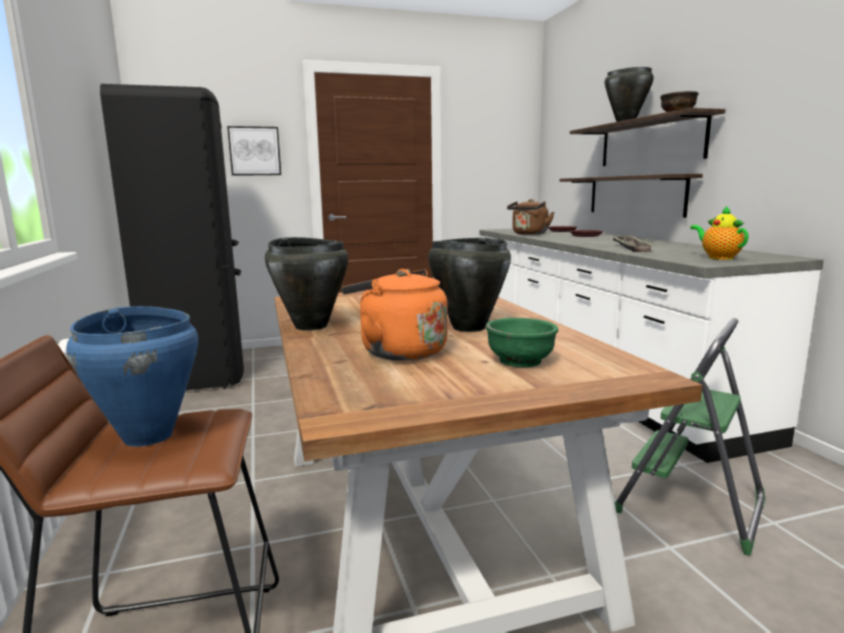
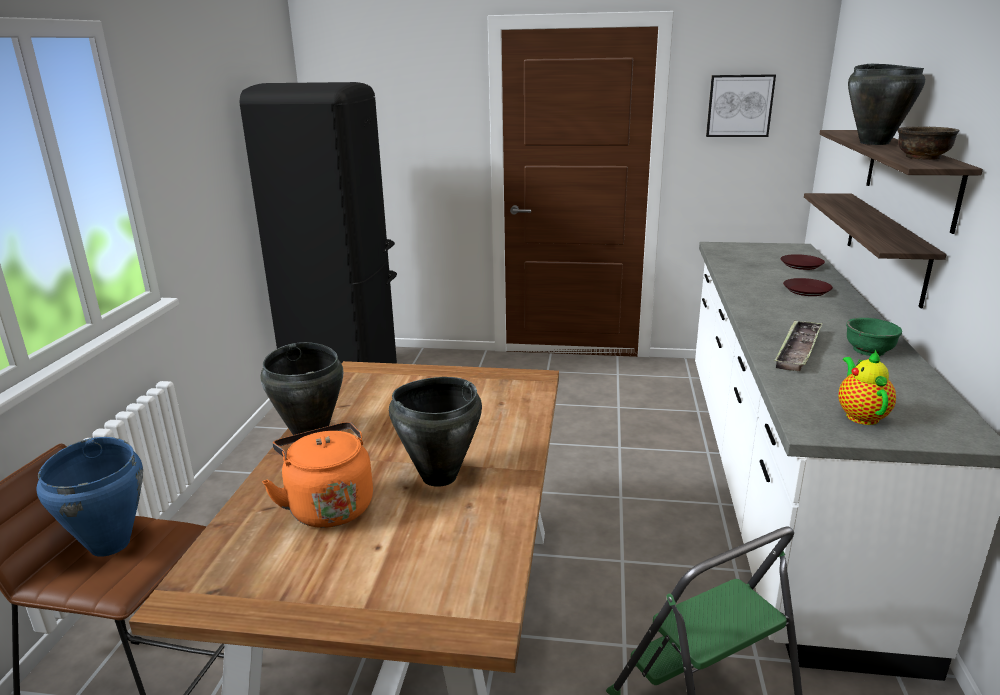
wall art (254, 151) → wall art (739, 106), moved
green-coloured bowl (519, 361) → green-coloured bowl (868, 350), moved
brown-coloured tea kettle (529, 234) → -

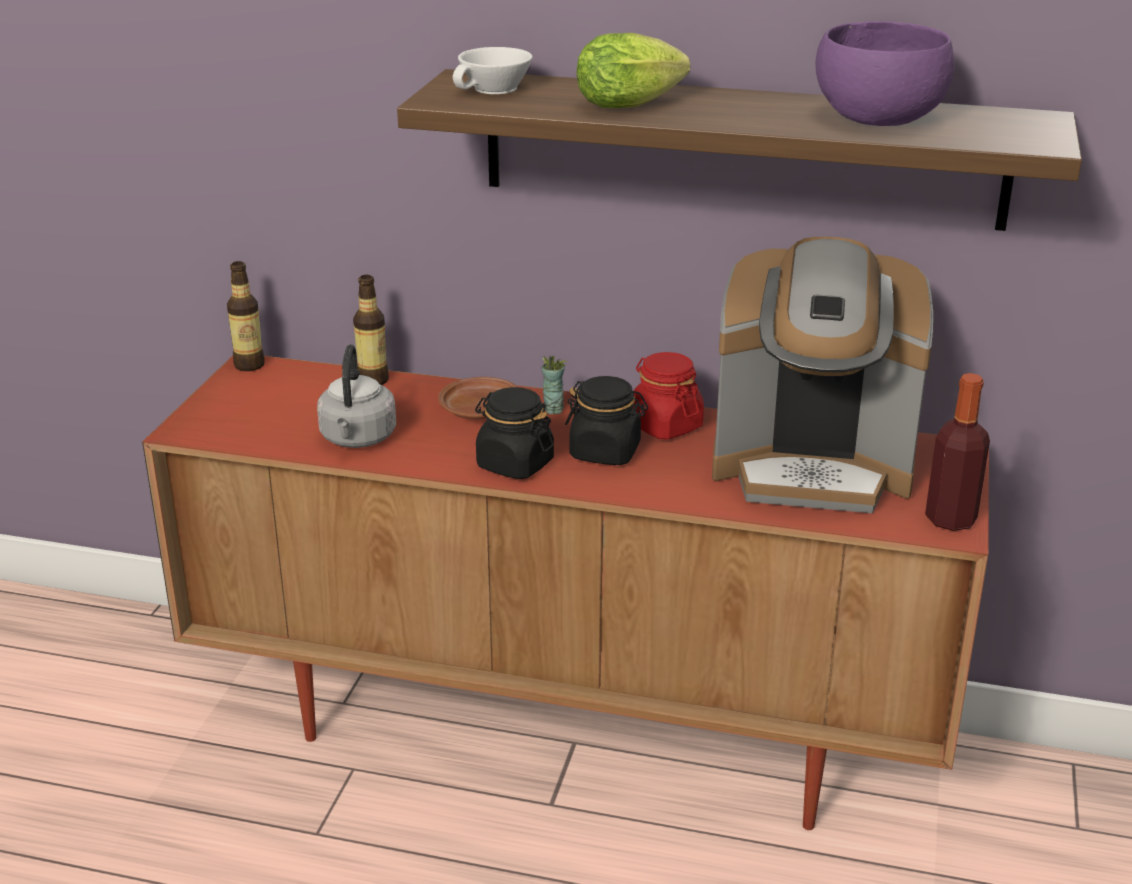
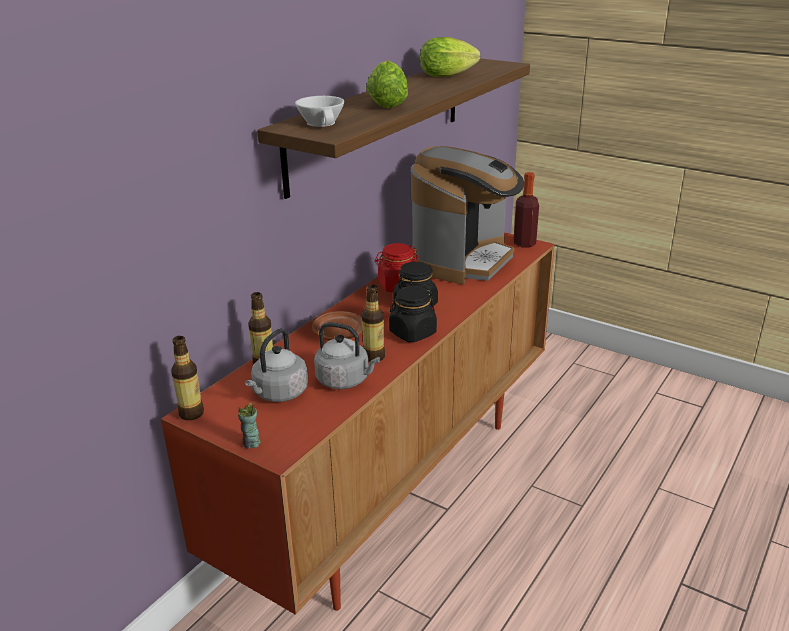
drinking cup (553, 409) → drinking cup (251, 443), moved
- → greyish tea kettle (279, 394)
- → bottle (374, 356)
purplish bowl (879, 117) → head of lettuce (450, 76)

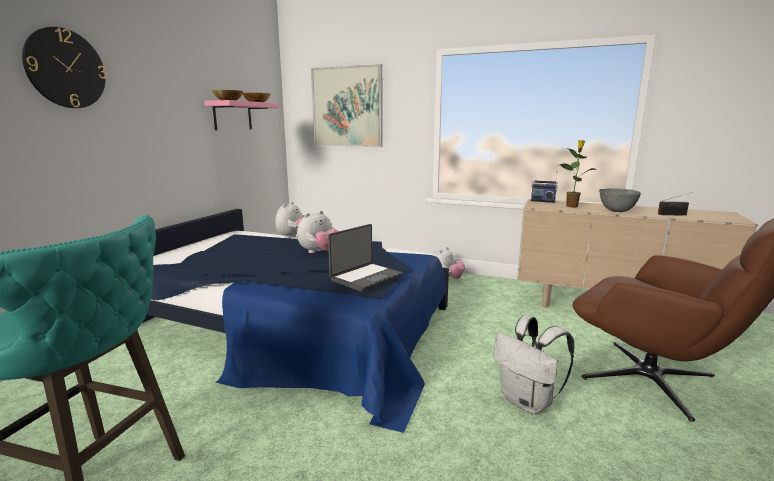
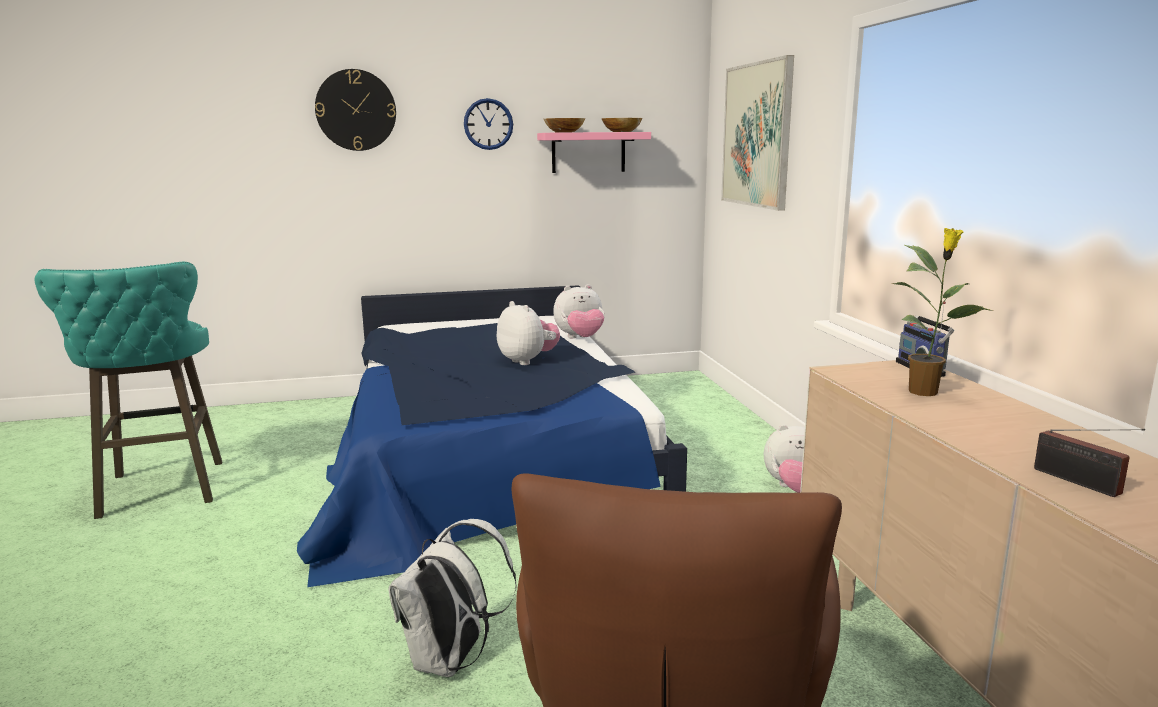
- → hanging clock (488, 124)
soft toy (319, 252) → soft toy (528, 361), 135 degrees counterclockwise
laptop (365, 278) → -
greyish bowl (617, 211) → -

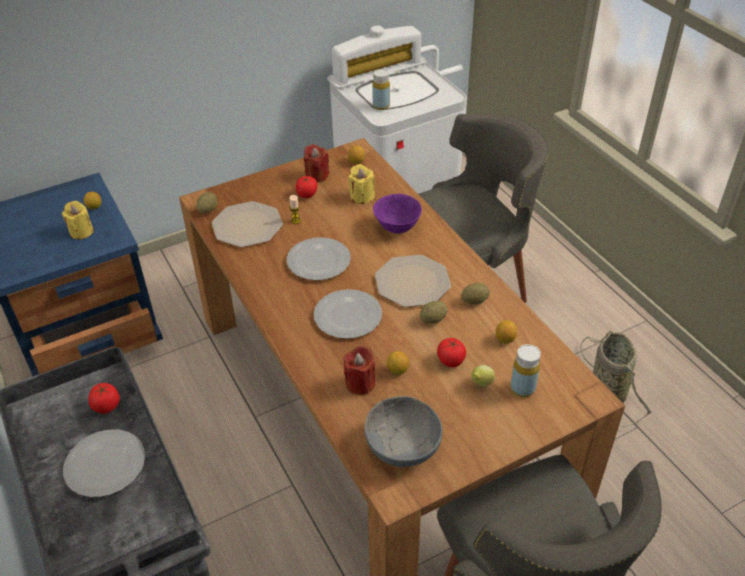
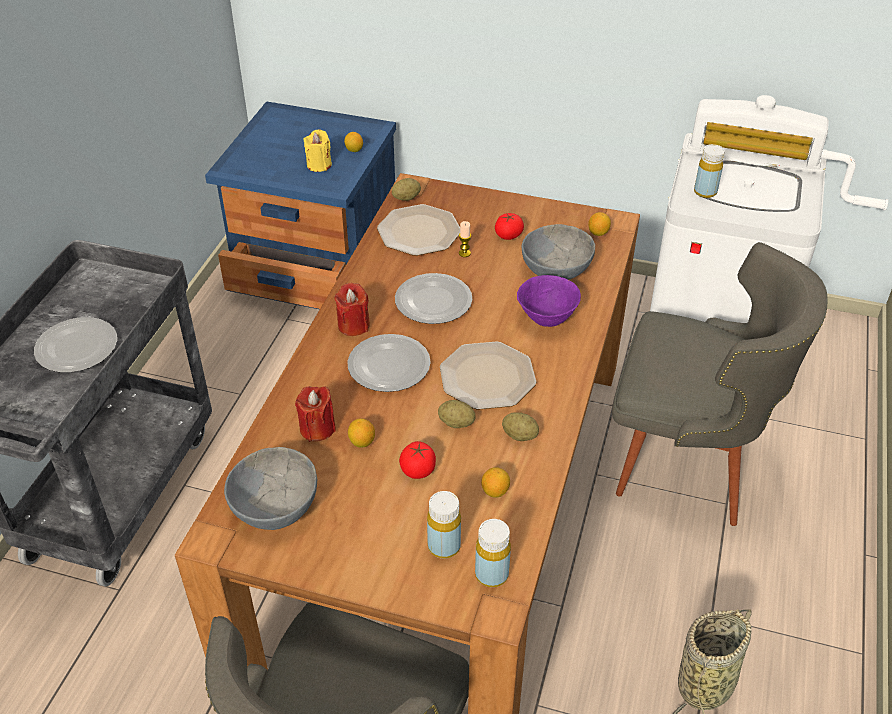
reddish candle (317, 175) → reddish candle (353, 325), moved
- → yellowish bottle (491, 574)
yellowish candle (361, 197) → greyish bowl (555, 269)
tomato (107, 406) → -
citrus fruit (481, 384) → -

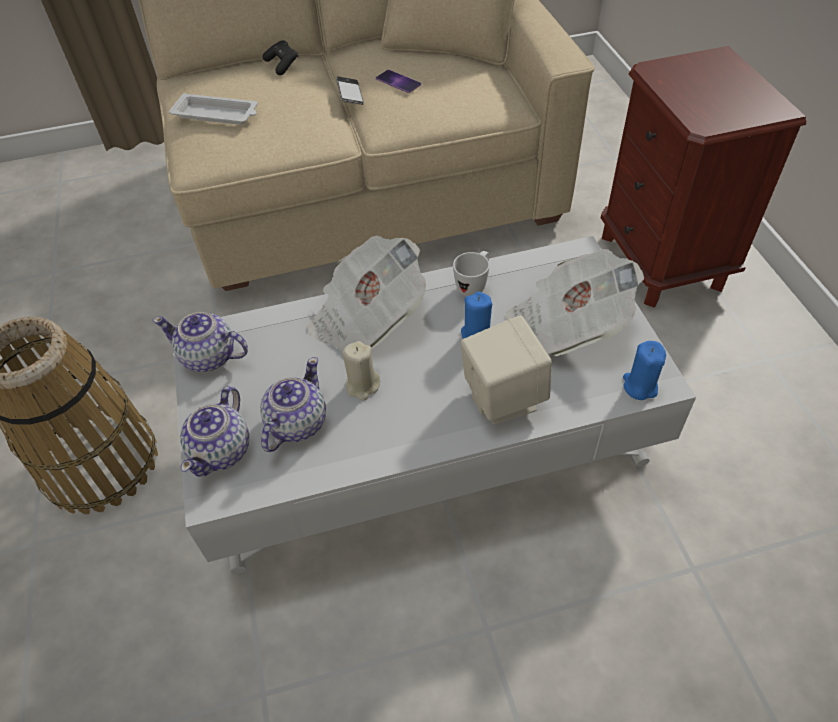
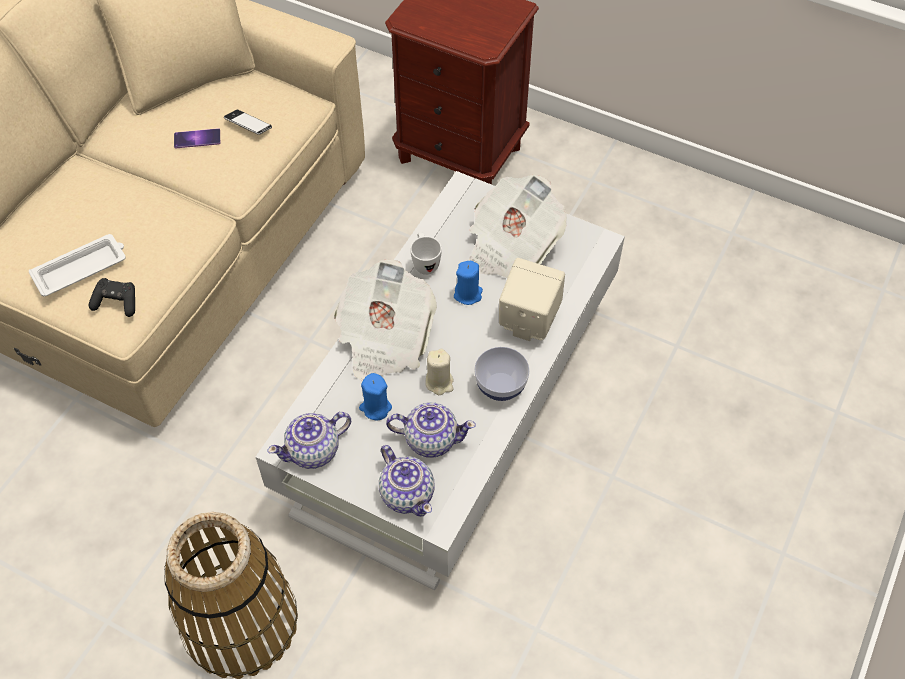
blackish gamepad (282, 65) → blackish gamepad (117, 302), moved
phone (350, 94) → phone (248, 125), moved
blue-coloured candle (639, 386) → blue-coloured candle (375, 407), moved
pot for tea (296, 423) → pot for tea (430, 439), 120 degrees clockwise
- → bowl (500, 386)

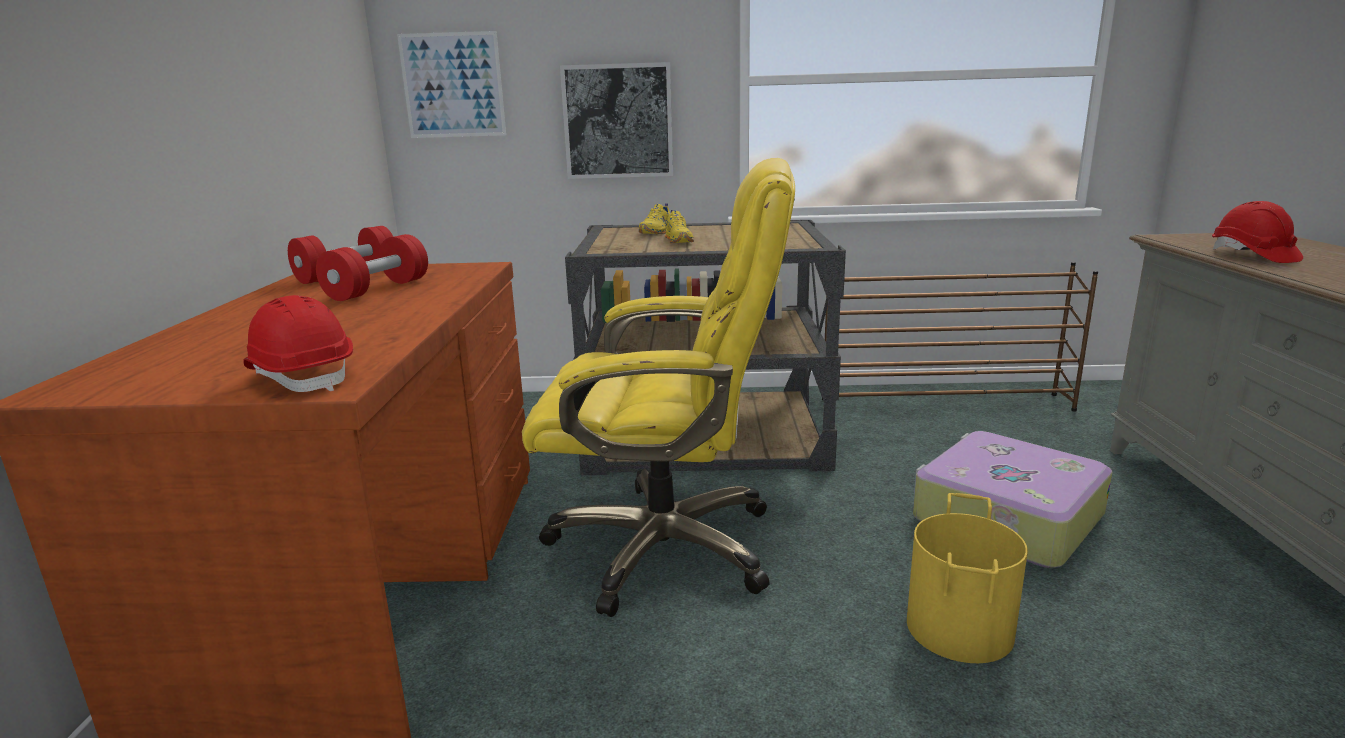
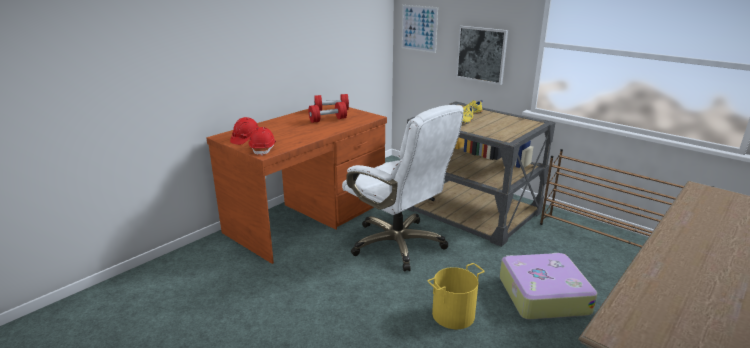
reddish safety helmet (1252, 256) → reddish safety helmet (245, 139), moved
yellowish computer chair (663, 546) → white-coloured computer chair (397, 243)

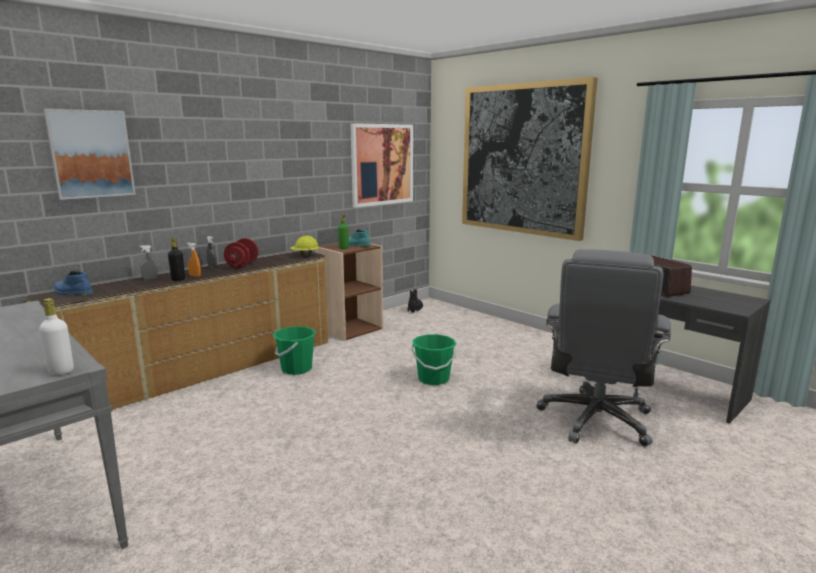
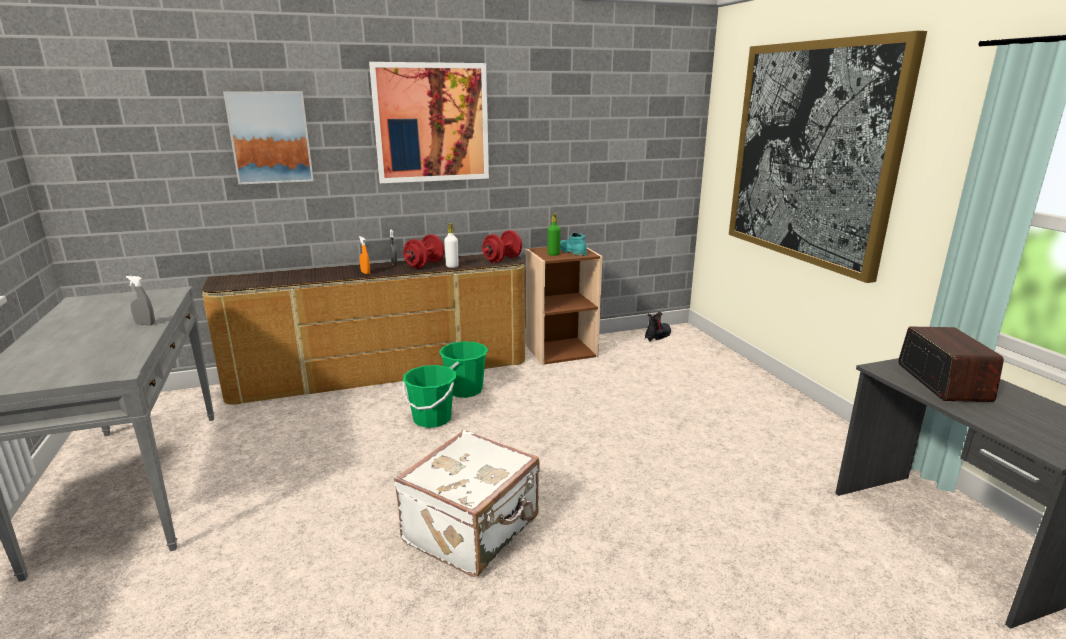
greyish spray bottle (150, 279) → greyish spray bottle (145, 324), moved
wall art (382, 164) → wall art (431, 123), moved
- → white-coloured travel case (473, 530)
green-coloured bucket (433, 379) → green-coloured bucket (432, 419), moved
white-coloured bottle (61, 371) → white-coloured bottle (452, 266), moved
yellowish safety helmet (305, 255) → reddish dumbbell (502, 259)
blue-coloured tall boot (72, 293) → -
blackish bottle (178, 279) → -
greyish computer chair (596, 419) → -

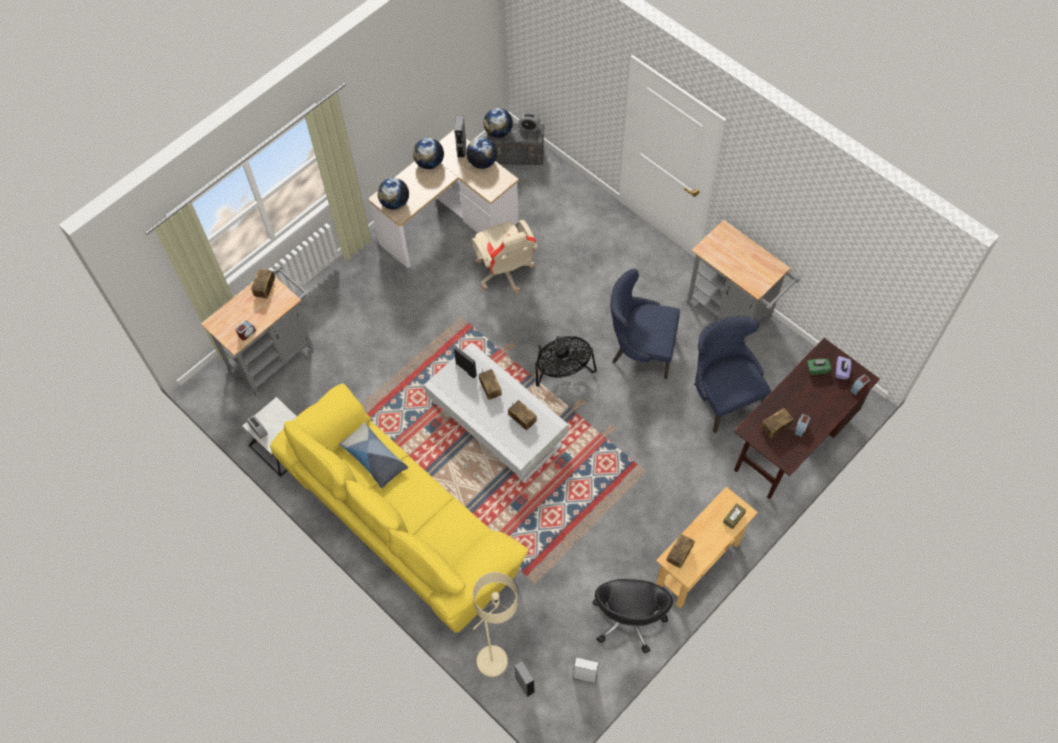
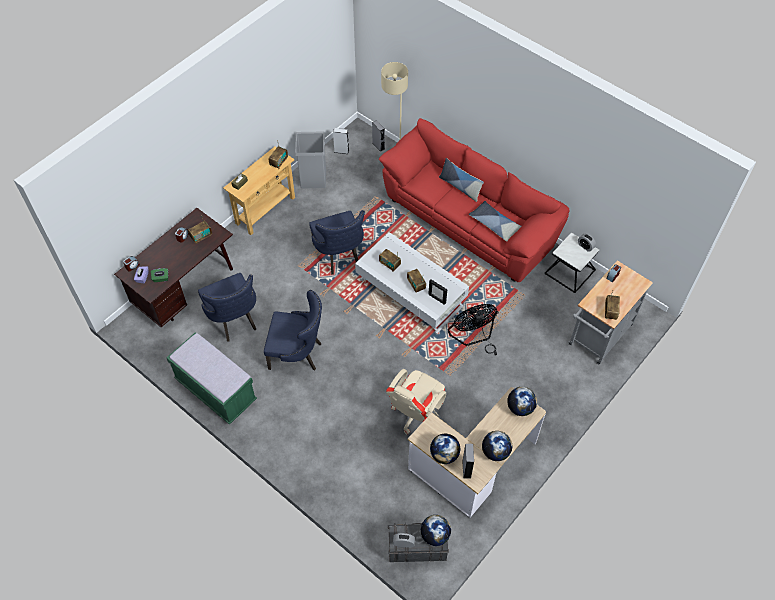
greyish trolley (733, 311) → green-coloured indoor bench (216, 390)
blackish computer chair (628, 622) → greyish trash can (313, 178)
- → blue-coloured plain chair (339, 255)
yellowish couch (404, 527) → reddish couch (468, 223)
beige-coloured computer chair (505, 275) → beige-coloured computer chair (415, 416), 120 degrees counterclockwise
- → pillow (460, 187)
blackish cooling fan (560, 369) → blackish cooling fan (476, 336), moved

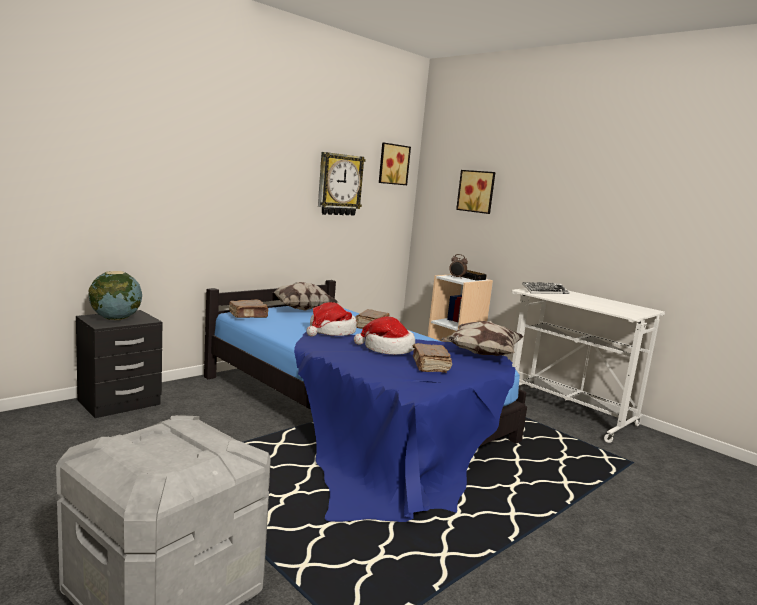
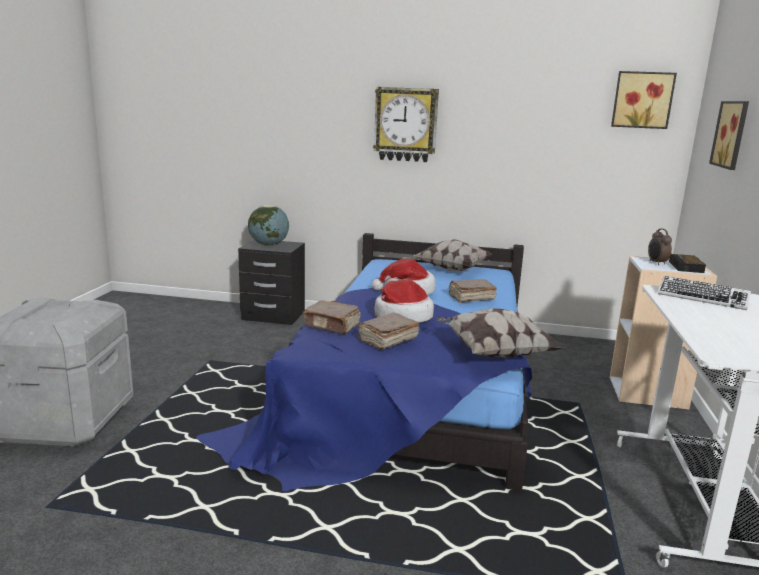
brown-coloured book (248, 316) → brown-coloured book (332, 326), moved
hanging clock (339, 184) → hanging clock (405, 124), moved

